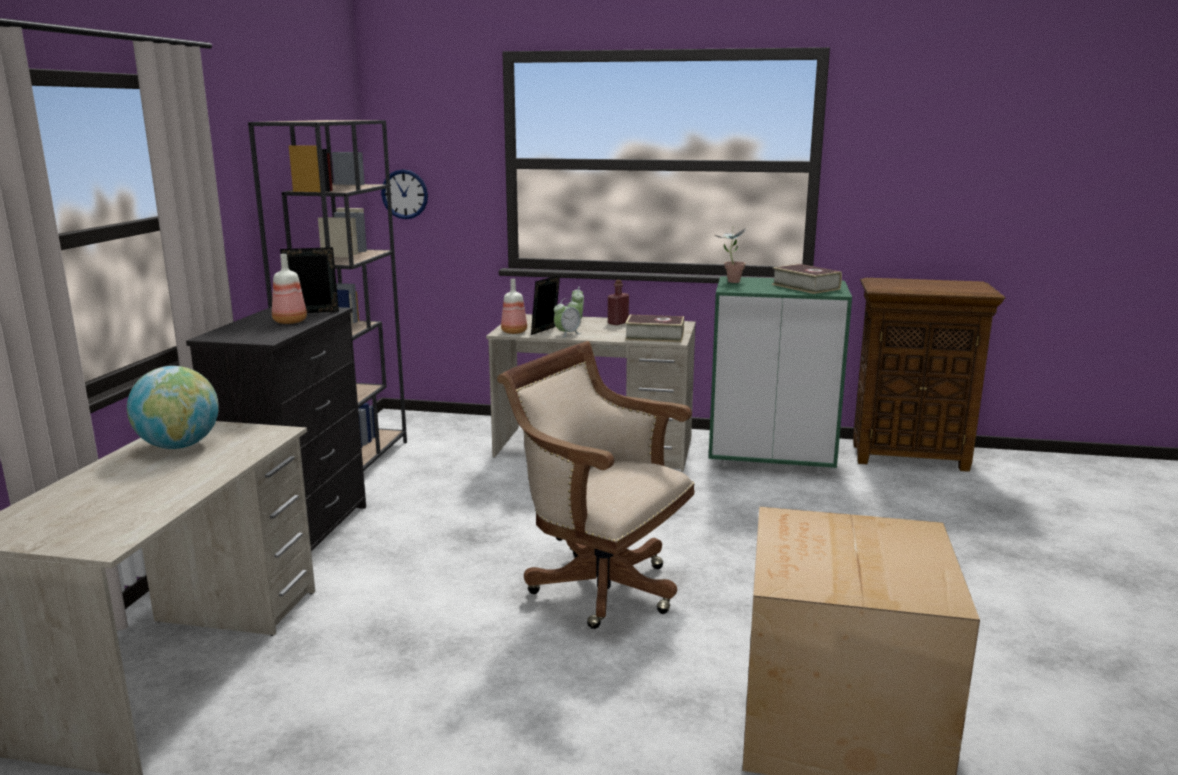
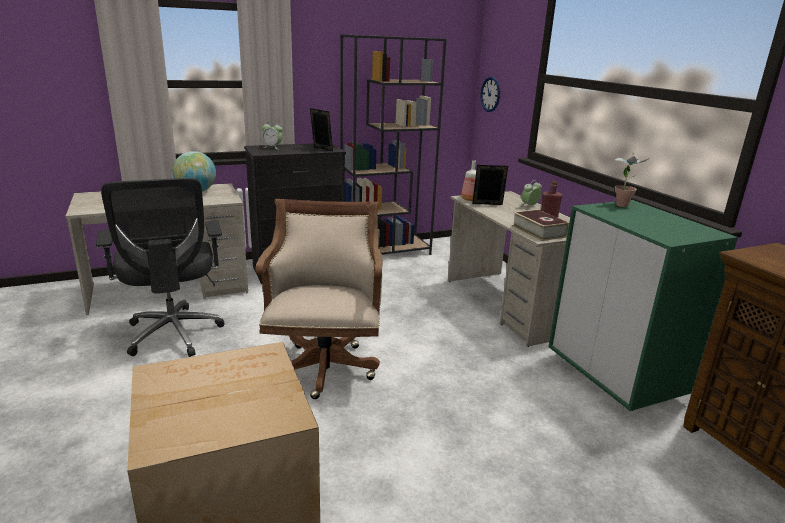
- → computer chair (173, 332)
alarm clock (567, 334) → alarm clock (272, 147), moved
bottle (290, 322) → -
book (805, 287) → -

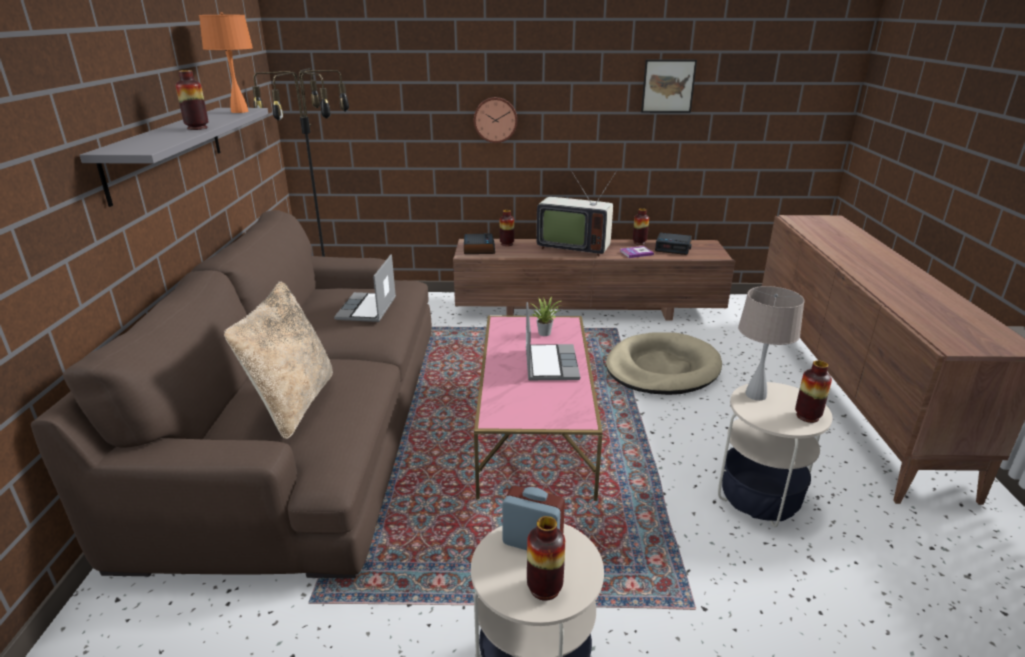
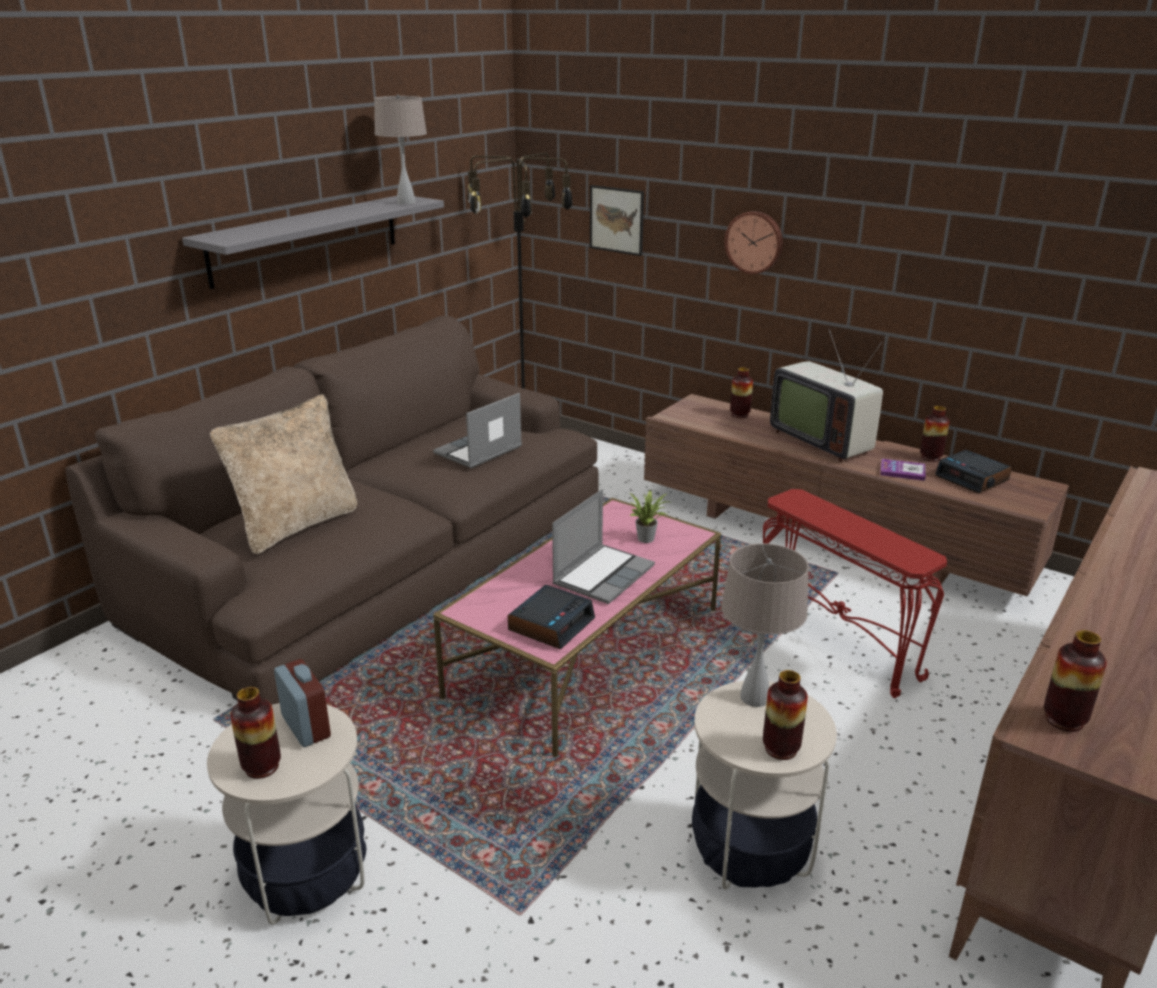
orangey tabletop lamp (239, 111) → beige-coloured tabletop lamp (406, 203)
alarm clock (478, 248) → alarm clock (551, 624), moved
wall art (668, 86) → wall art (616, 220), moved
beige-coloured pet bed (662, 368) → reddish accent table (834, 646)
vase (197, 128) → vase (1064, 720), moved

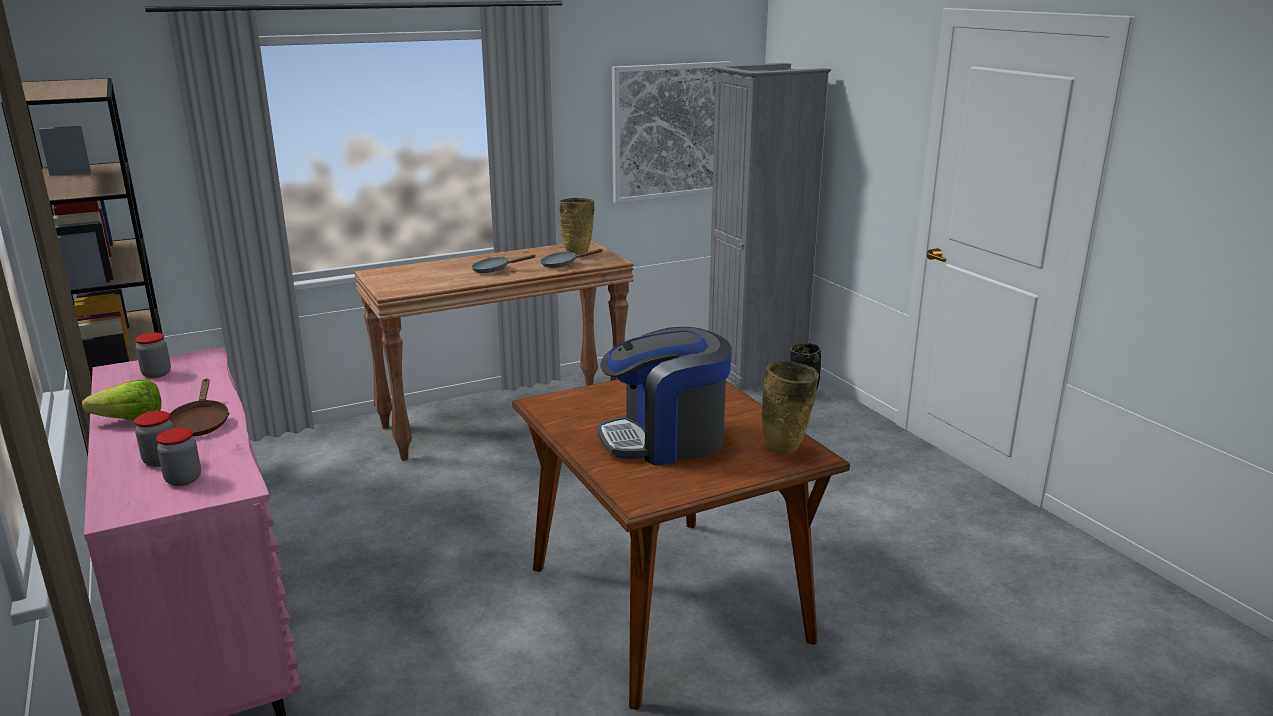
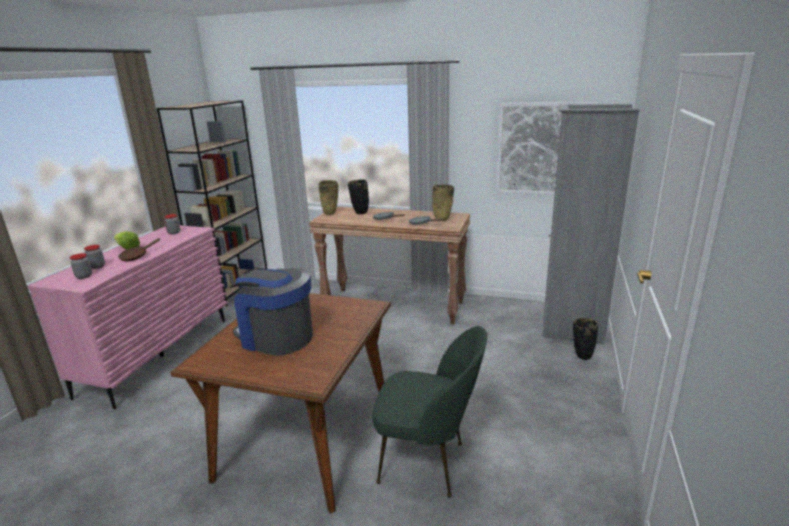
beige-coloured vase (786, 449) → beige-coloured vase (330, 214), moved
- → blackish vase (359, 213)
- → green-coloured plain chair (429, 465)

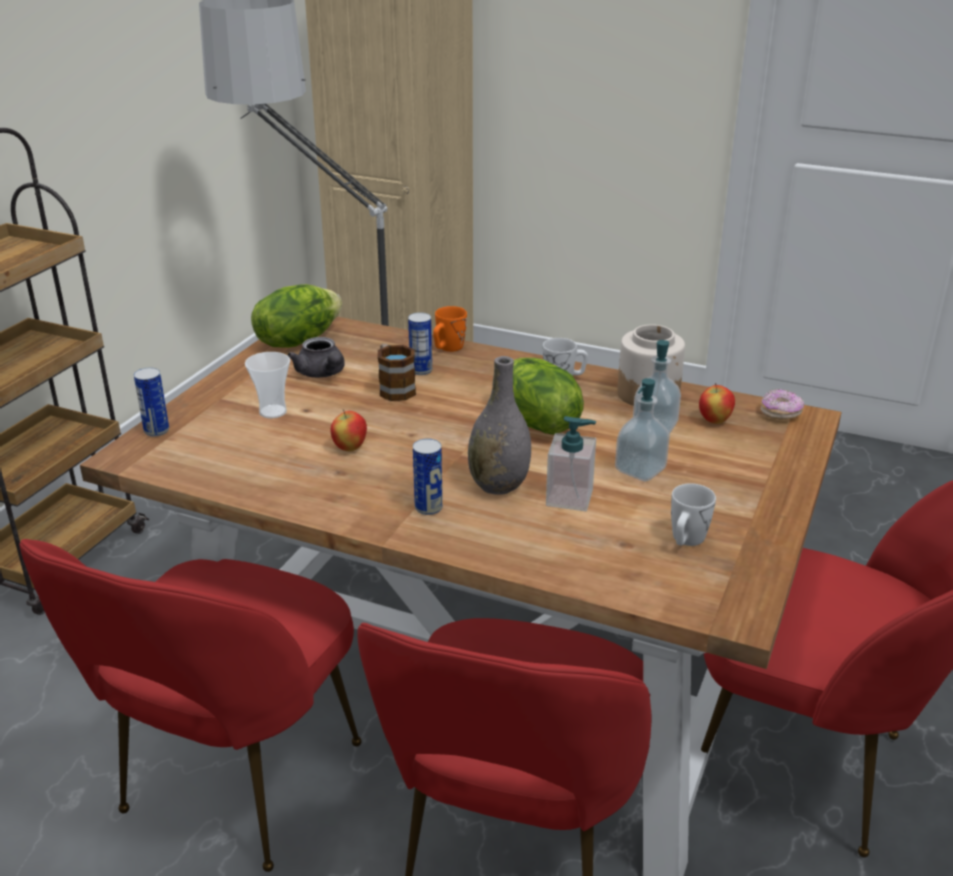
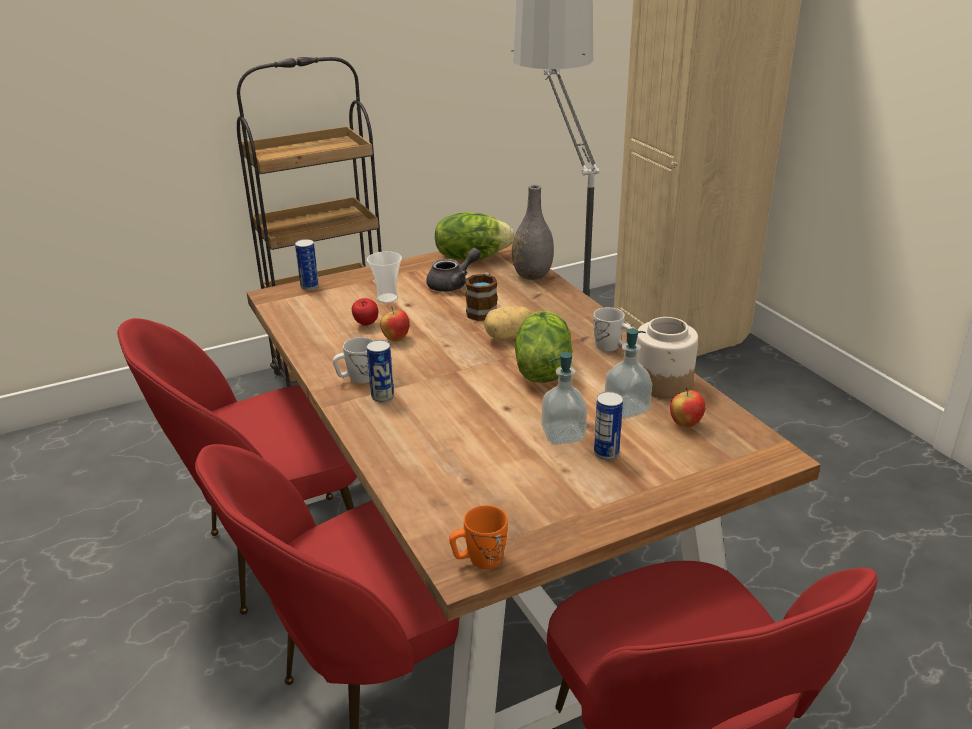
white-coloured tea mug (686, 541) → white-coloured tea mug (356, 379), moved
- → apple (366, 325)
greyish pot for tea (322, 374) → greyish pot for tea (453, 284), 135 degrees counterclockwise
orangey tea mug (448, 348) → orangey tea mug (479, 560), moved
- → spud (508, 337)
greyish vase (499, 485) → greyish vase (532, 275), moved
metal can (421, 370) → metal can (606, 453), moved
liquid soap bottle (570, 498) → -
donut (780, 414) → -

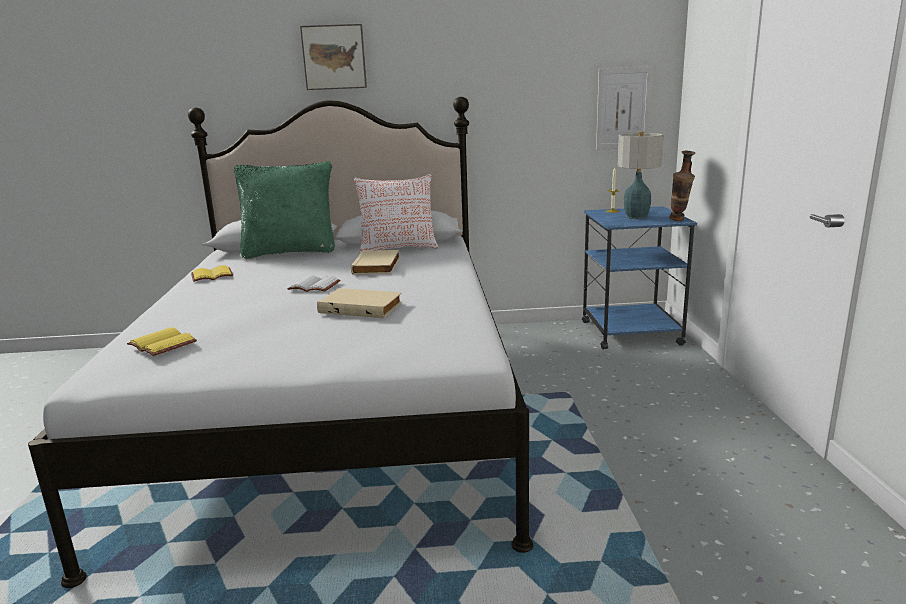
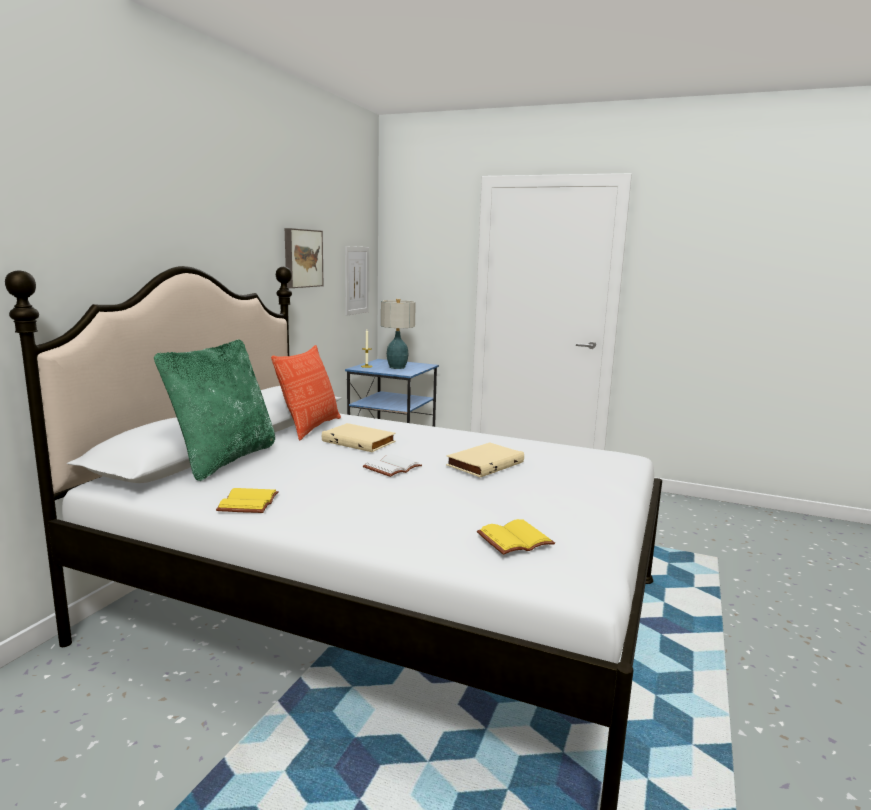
white-coloured pillow (398, 249) → orangey pillow (310, 428)
wall art (334, 57) → wall art (301, 258), moved
vase (679, 221) → -

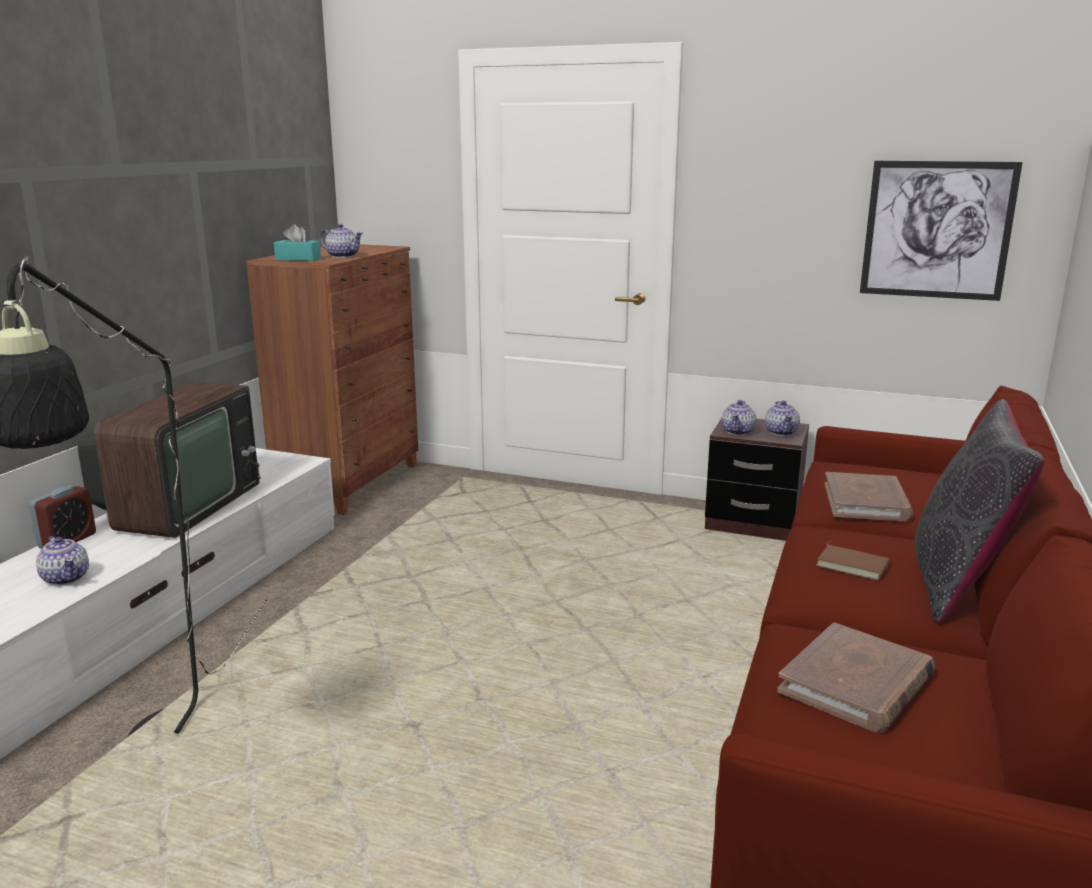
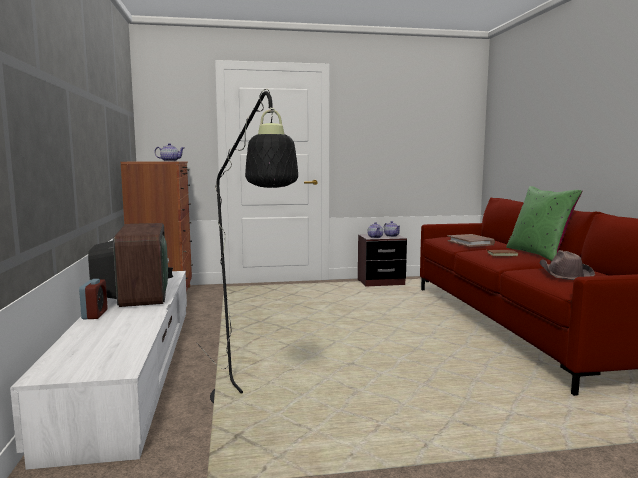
blackish pillow (959, 581) → green-coloured pillow (538, 254)
brown-coloured book (856, 683) → brown-coloured wearable hat (564, 274)
pot for tea (66, 578) → -
turquoise-coloured box of tissues (298, 259) → -
wall art (937, 230) → -

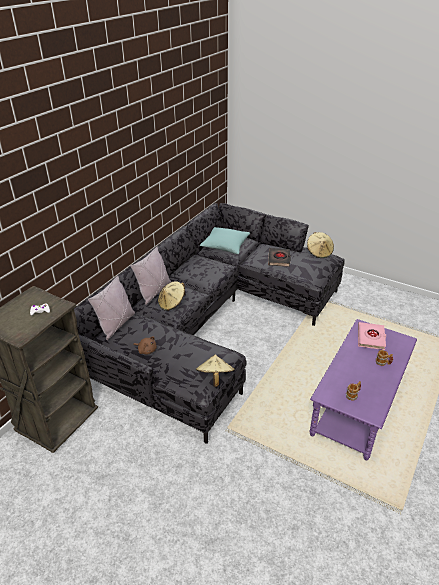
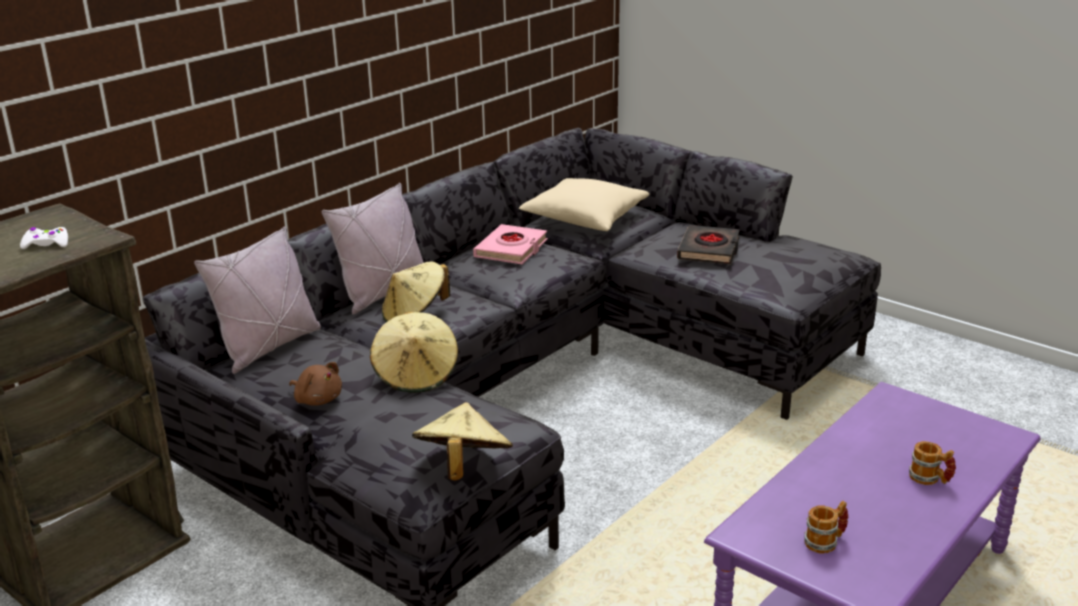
beige-coloured wearable hat (319, 252) → beige-coloured wearable hat (416, 375), moved
pinkish book (371, 338) → pinkish book (511, 249), moved
turquoise-coloured pillow (225, 246) → beige-coloured pillow (585, 219)

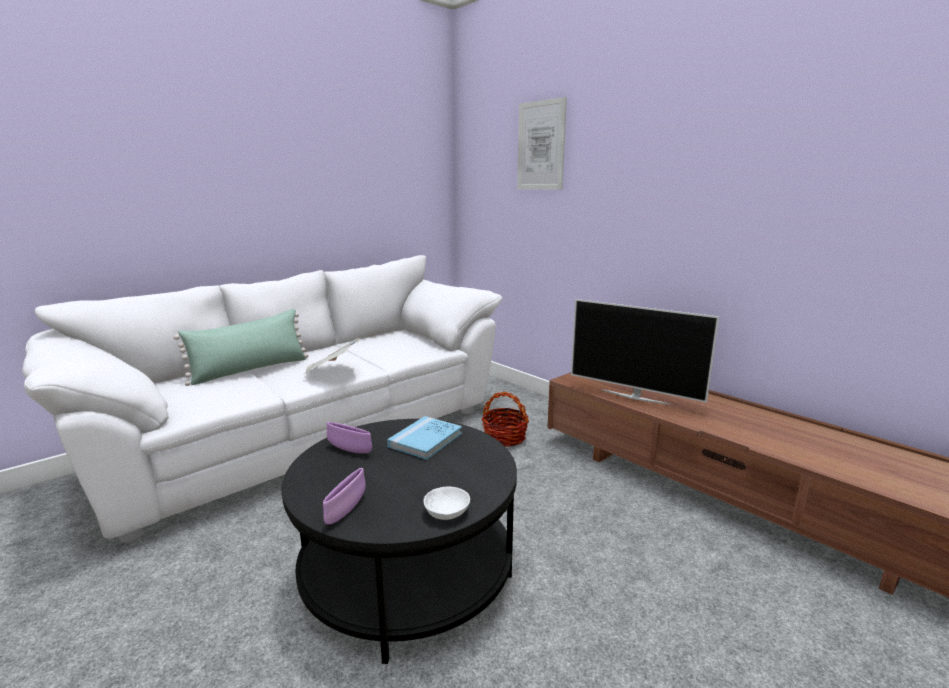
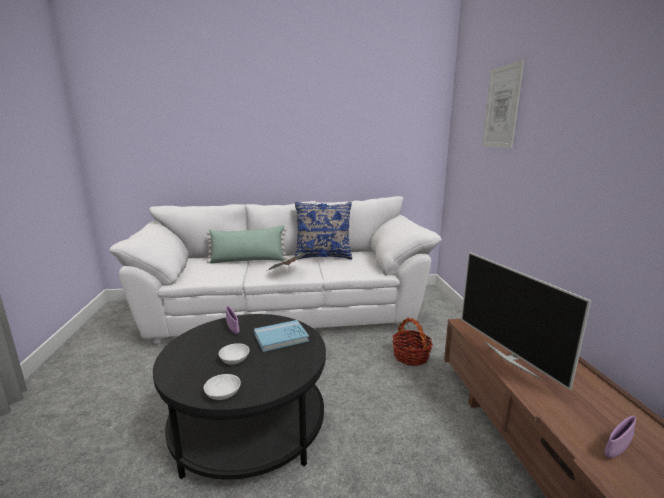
- → white-coloured bowl (235, 360)
- → blue-coloured pillow (323, 257)
purplish bowl (346, 511) → purplish bowl (617, 448), moved

